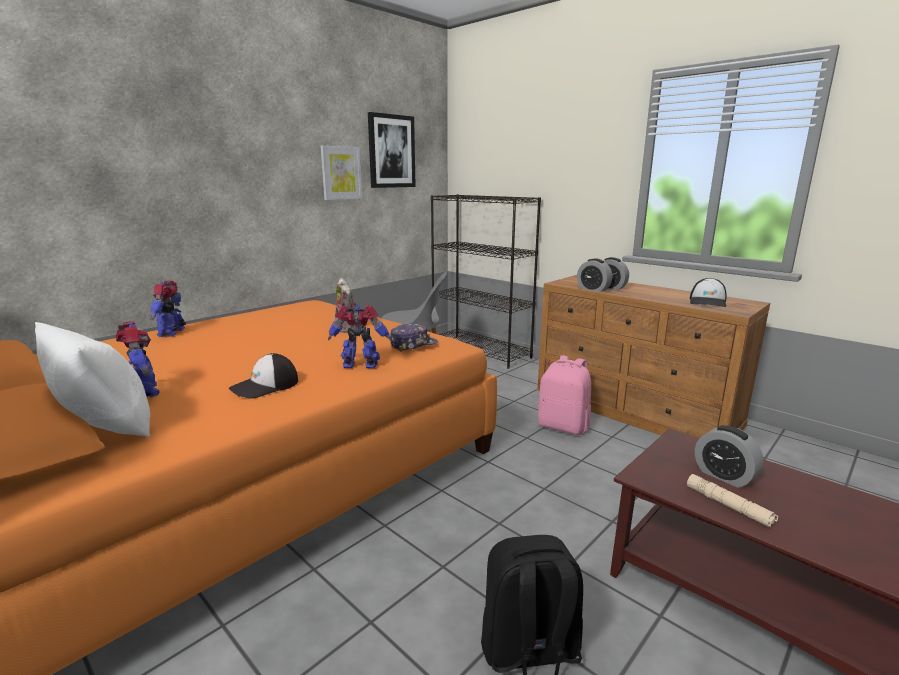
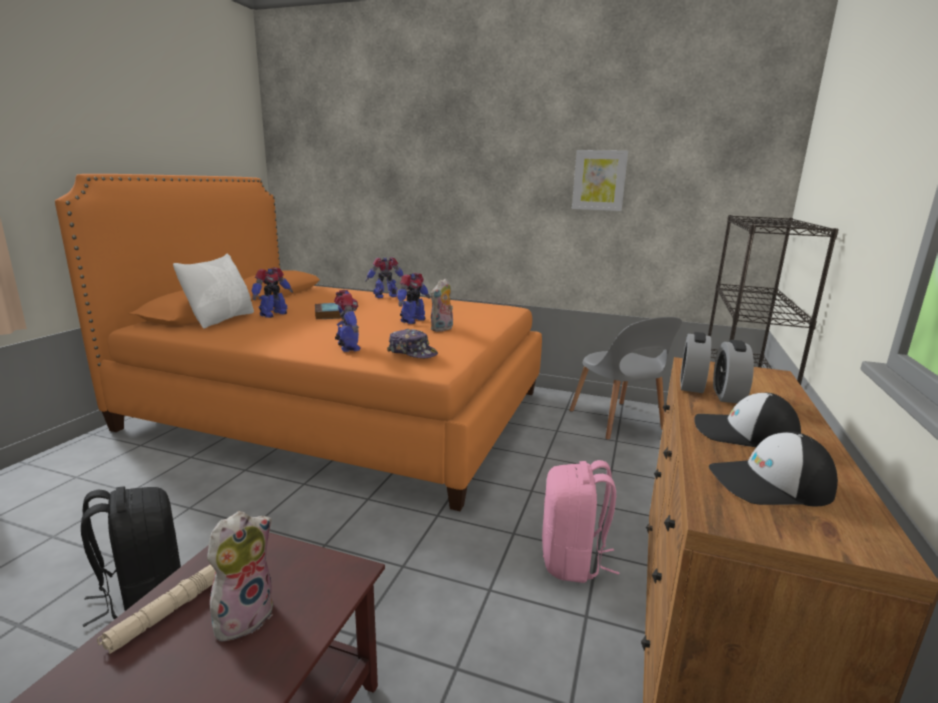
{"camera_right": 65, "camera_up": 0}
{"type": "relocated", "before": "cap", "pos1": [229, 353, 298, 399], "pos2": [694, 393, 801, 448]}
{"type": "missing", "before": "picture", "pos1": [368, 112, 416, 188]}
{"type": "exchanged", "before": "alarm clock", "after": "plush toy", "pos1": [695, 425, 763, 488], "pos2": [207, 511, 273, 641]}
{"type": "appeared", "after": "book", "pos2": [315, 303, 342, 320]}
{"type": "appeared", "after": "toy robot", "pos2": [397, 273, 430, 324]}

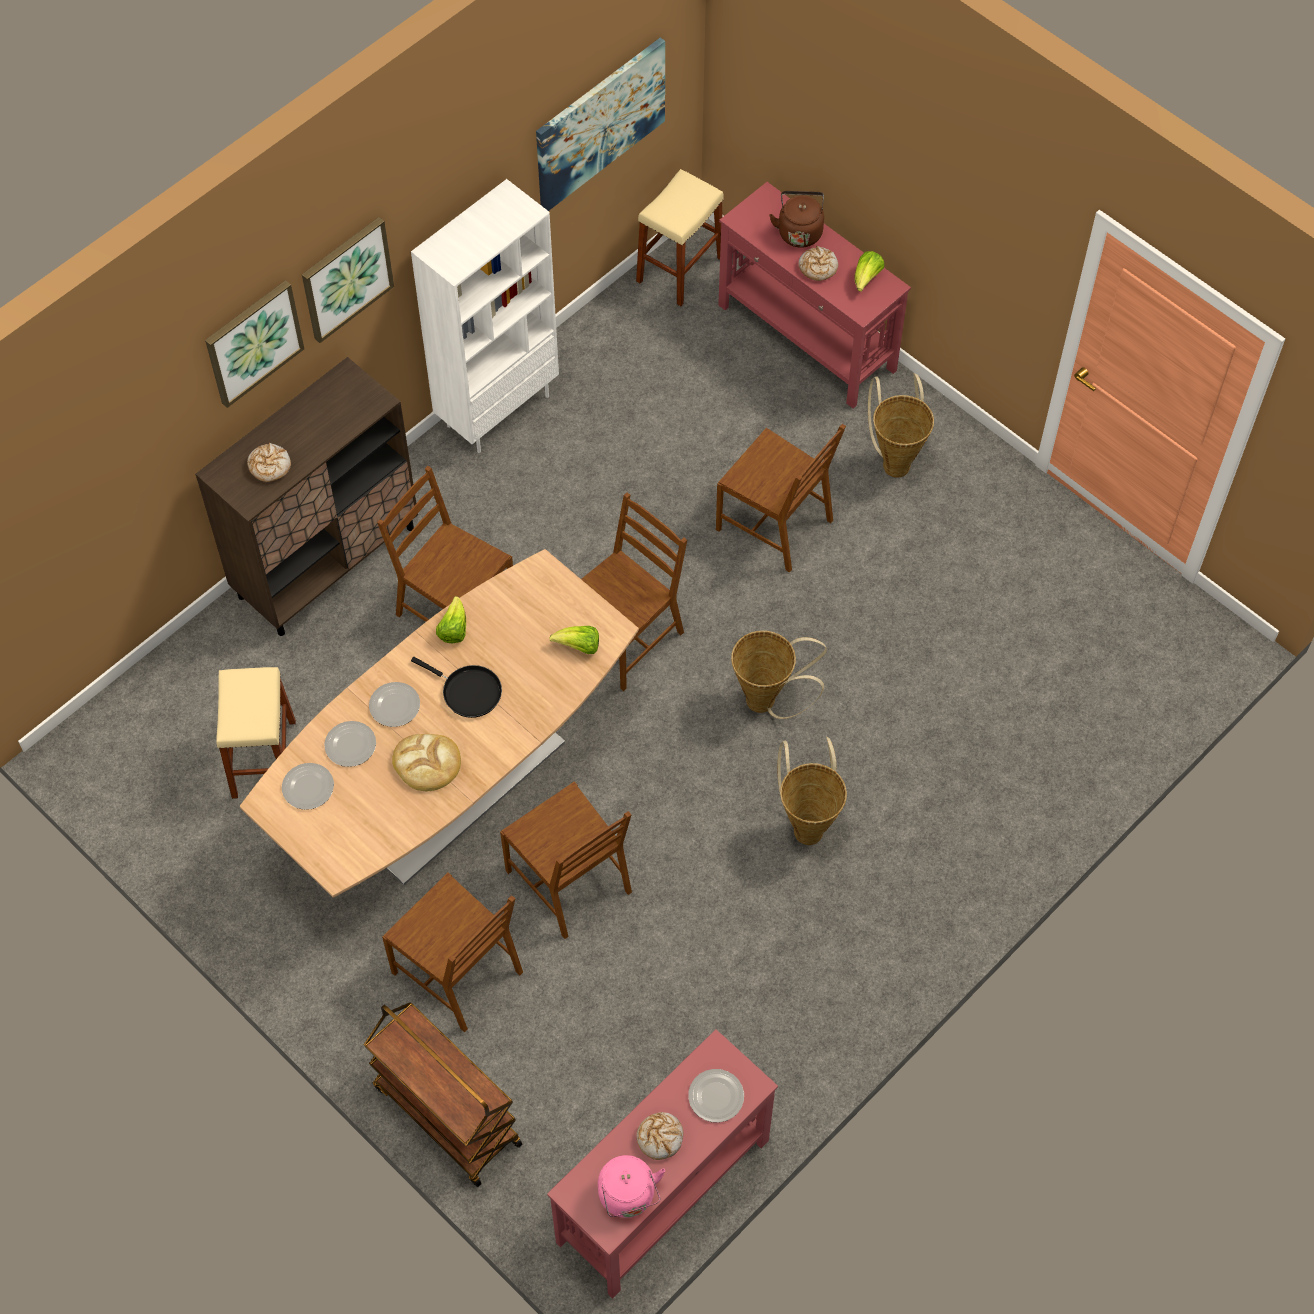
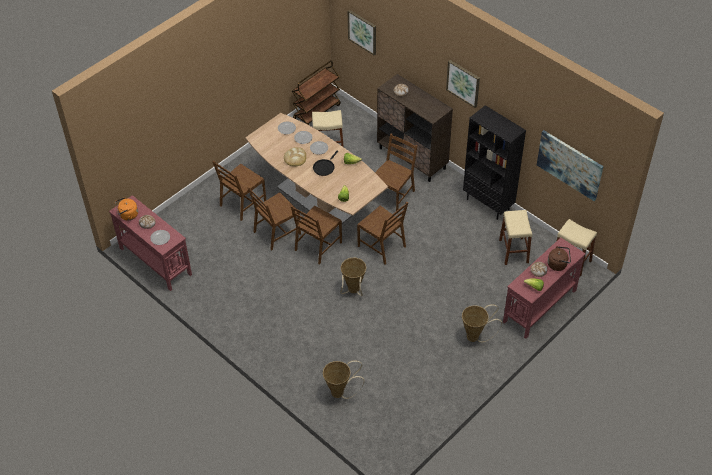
{"camera_right": 90, "camera_up": -10}
{"type": "relocated", "before": "picture", "pos1": [205, 280, 304, 408], "pos2": [348, 10, 376, 55]}
{"type": "relocated", "before": "brown cart", "pos1": [364, 1003, 522, 1187], "pos2": [292, 60, 341, 125]}
{"type": "colour", "before": "white bookcase", "after": "black bookcase", "pos1": [411, 179, 559, 453], "pos2": [463, 105, 526, 220]}
{"type": "colour", "before": "pink kettle", "after": "orange kettle", "pos1": [598, 1155, 665, 1218], "pos2": [115, 197, 138, 220]}
{"type": "relocated", "before": "brown chair", "pos1": [716, 424, 846, 573], "pos2": [291, 205, 342, 265]}
{"type": "relocated", "before": "basket", "pos1": [777, 737, 847, 845], "pos2": [323, 360, 365, 399]}
{"type": "appeared", "after": "beige stool", "pos2": [499, 210, 532, 265]}

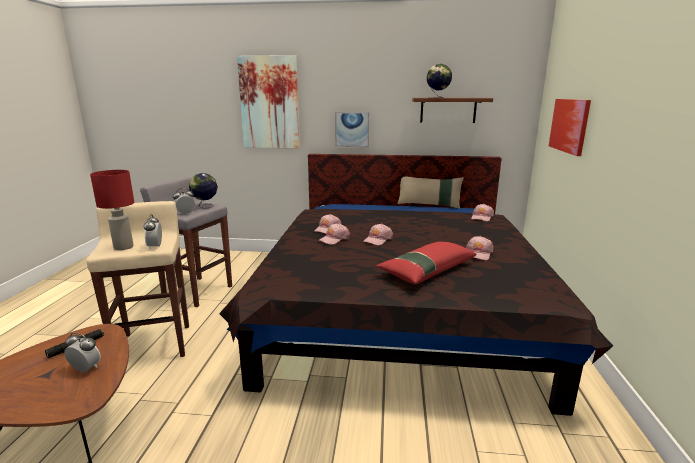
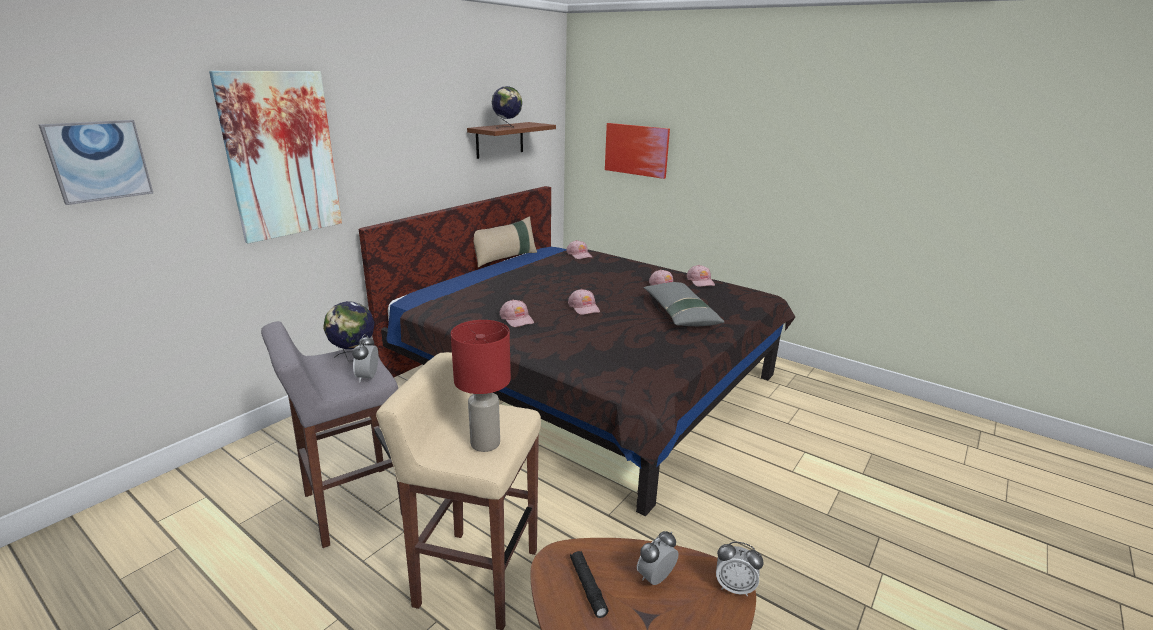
{"camera_right": -60, "camera_up": 5}
{"type": "relocated", "before": "alarm clock", "pos1": [144, 214, 162, 250], "pos2": [716, 542, 764, 596]}
{"type": "relocated", "before": "pink cap", "pos1": [319, 223, 350, 245], "pos2": [687, 265, 715, 287]}
{"type": "relocated", "before": "picture", "pos1": [335, 112, 369, 147], "pos2": [39, 120, 153, 205]}
{"type": "colour", "before": "red pillow", "after": "grey pillow", "pos1": [376, 242, 477, 284], "pos2": [644, 282, 724, 326]}

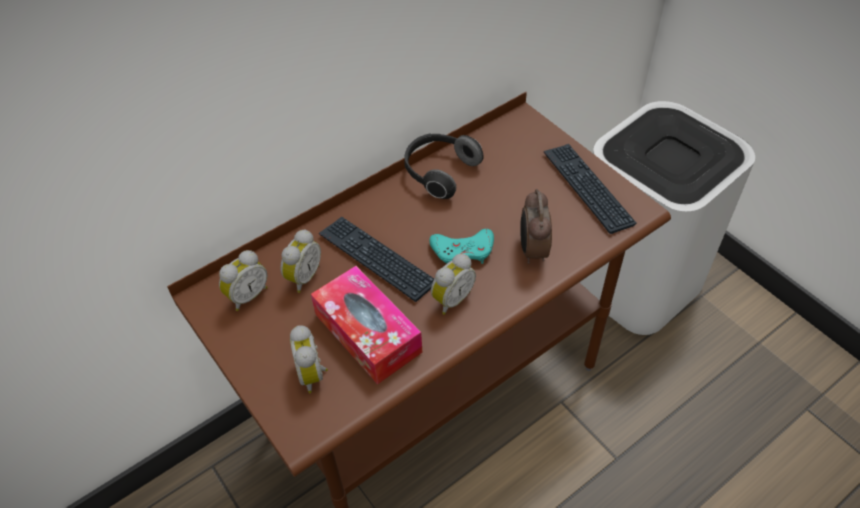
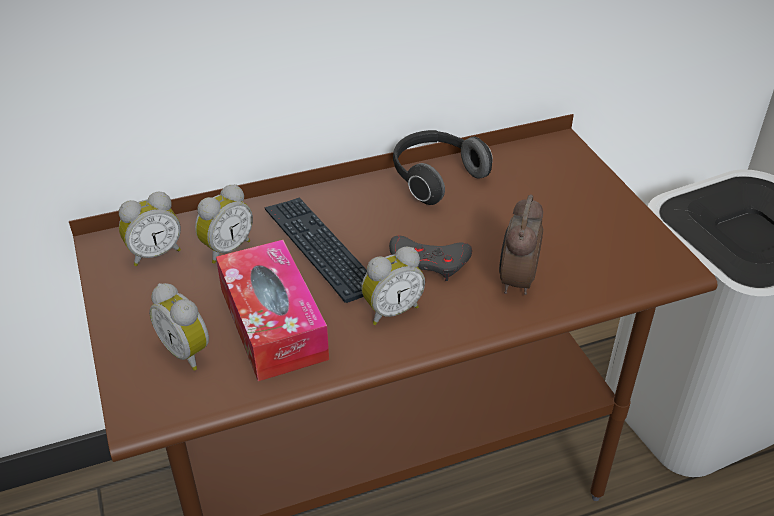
{"camera_right": 15, "camera_up": -10}
{"type": "spun", "before": "alarm clock", "pos1": [290, 325, 328, 393], "pos2": [149, 283, 209, 371], "turn": -45}
{"type": "colour", "before": "turquoise game controller", "after": "grey game controller", "pos1": [429, 229, 494, 264], "pos2": [389, 236, 472, 281]}
{"type": "missing", "before": "keyboard", "pos1": [544, 144, 636, 234]}

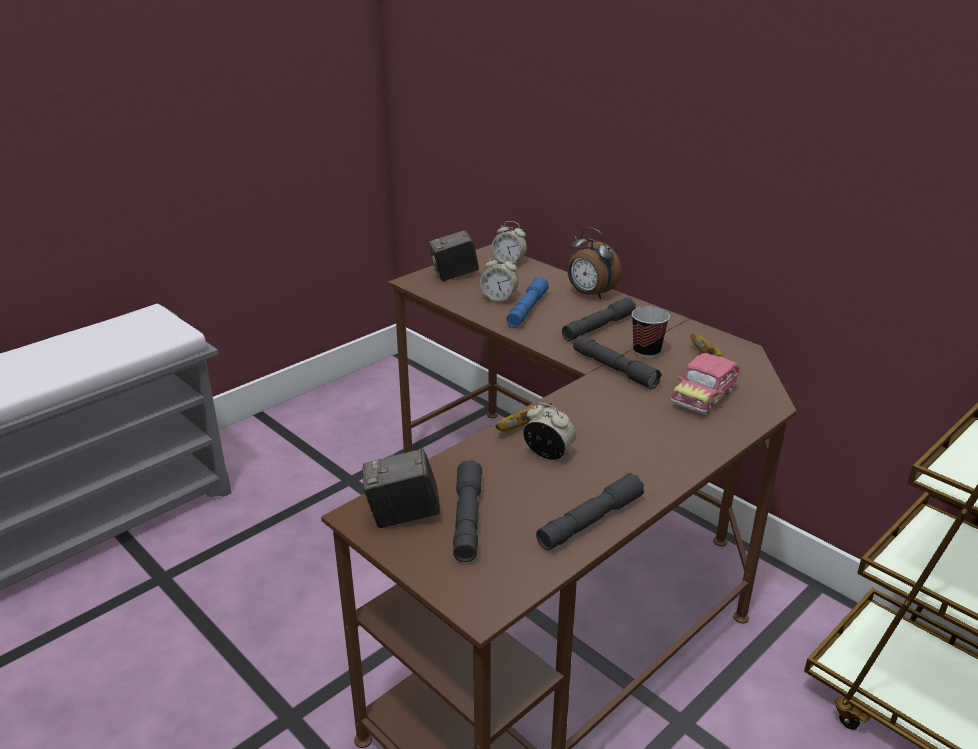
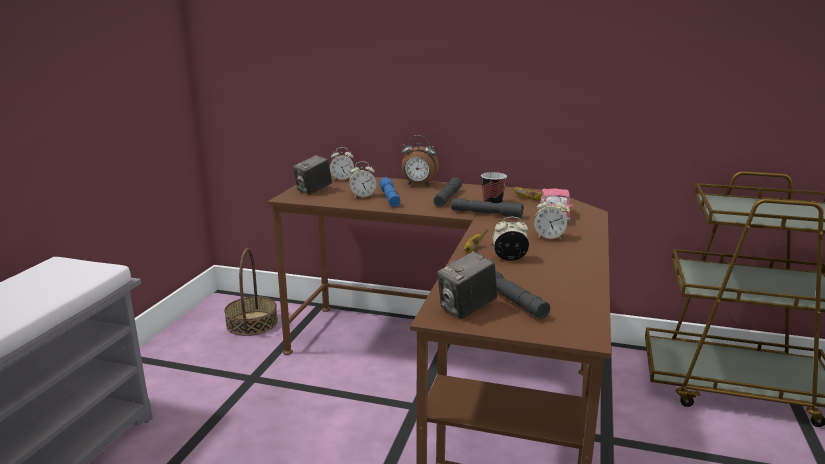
{"camera_right": -30, "camera_up": -10}
{"type": "missing", "before": "grey flashlight", "pos1": [536, 473, 644, 550]}
{"type": "appeared", "after": "basket", "pos2": [224, 248, 278, 336]}
{"type": "appeared", "after": "alarm clock", "pos2": [534, 196, 567, 239]}

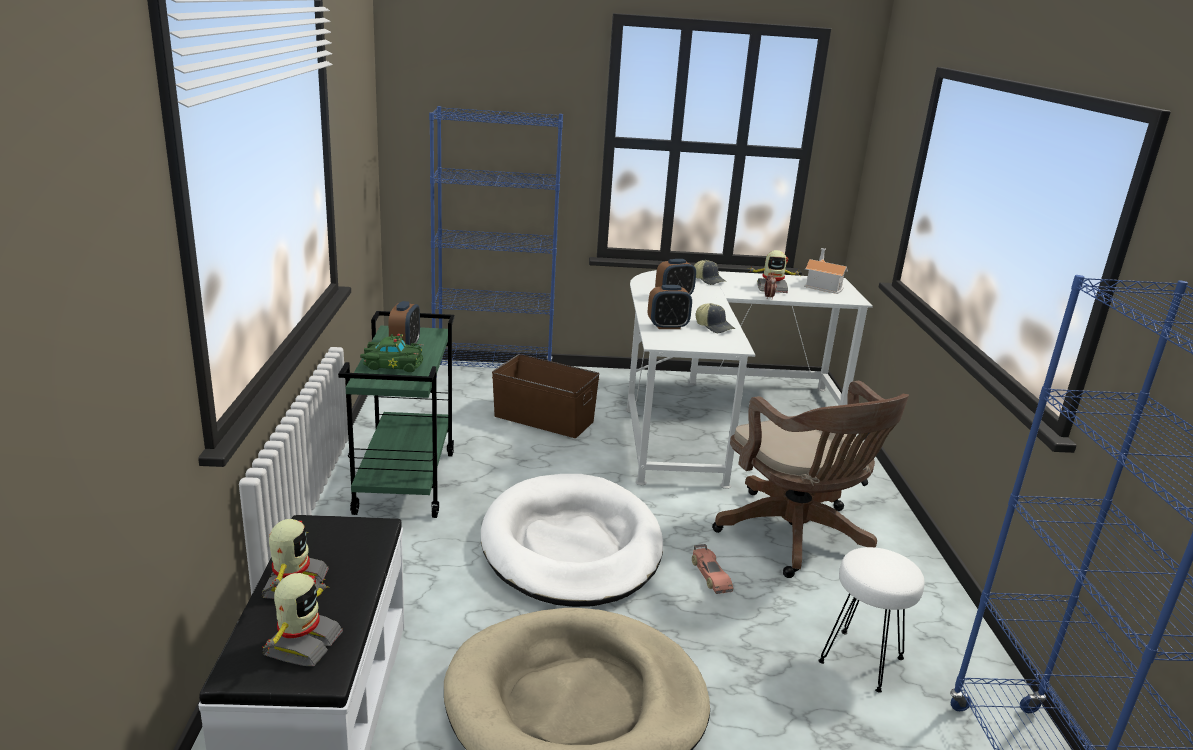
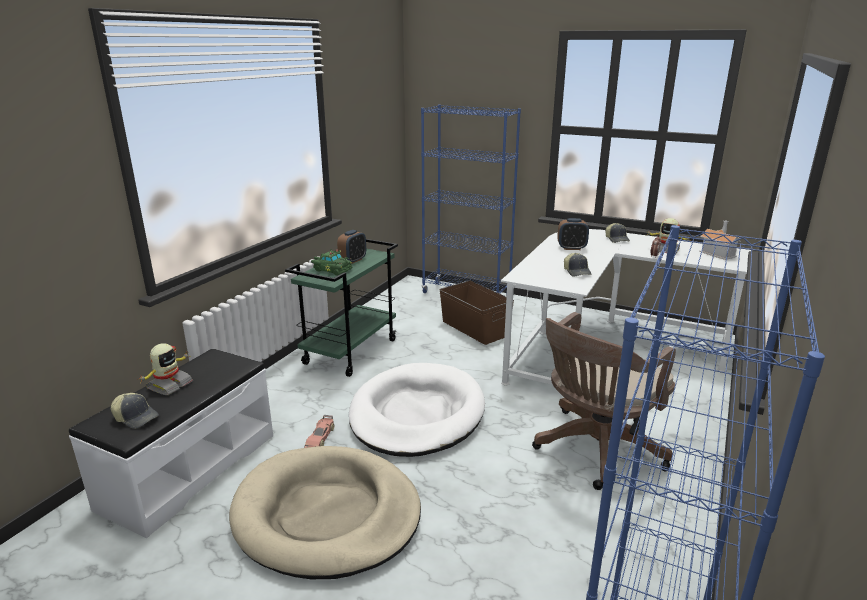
{"camera_right": 30, "camera_up": 0}
{"type": "exchanged", "before": "toy robot", "after": "cap", "pos1": [262, 573, 343, 666], "pos2": [111, 393, 159, 429]}
{"type": "missing", "before": "alarm clock", "pos1": [648, 285, 692, 329]}
{"type": "relocated", "before": "toy car", "pos1": [692, 544, 733, 594], "pos2": [304, 415, 334, 448]}
{"type": "spun", "before": "brown office chair", "pos1": [712, 381, 909, 578], "pos2": [532, 312, 676, 490], "turn": 45}
{"type": "missing", "before": "white stool", "pos1": [818, 547, 925, 693]}

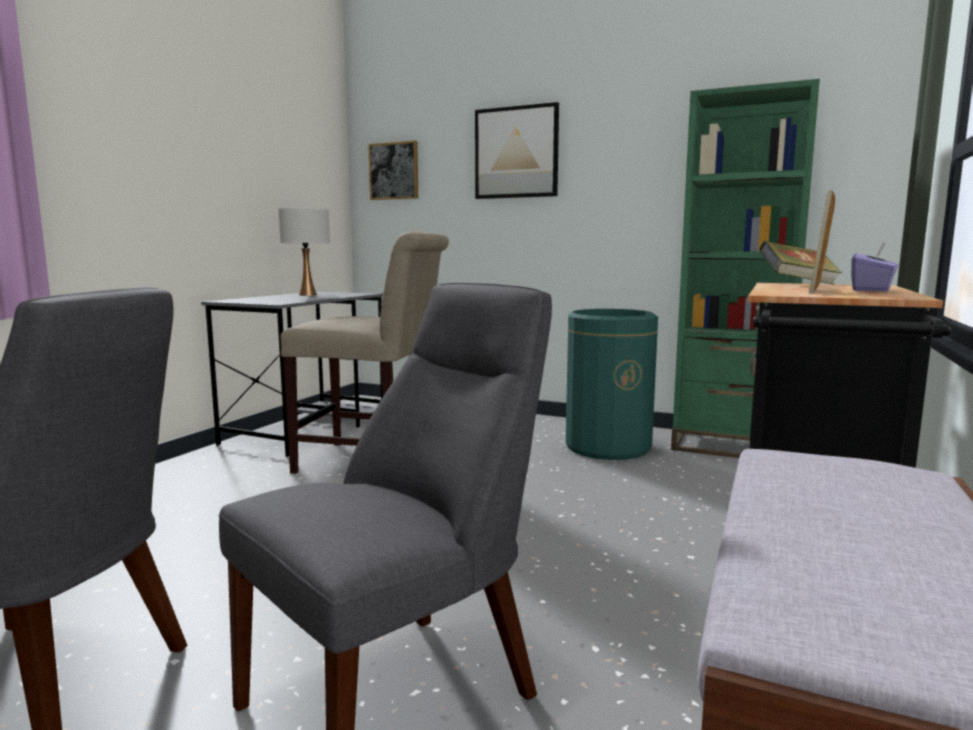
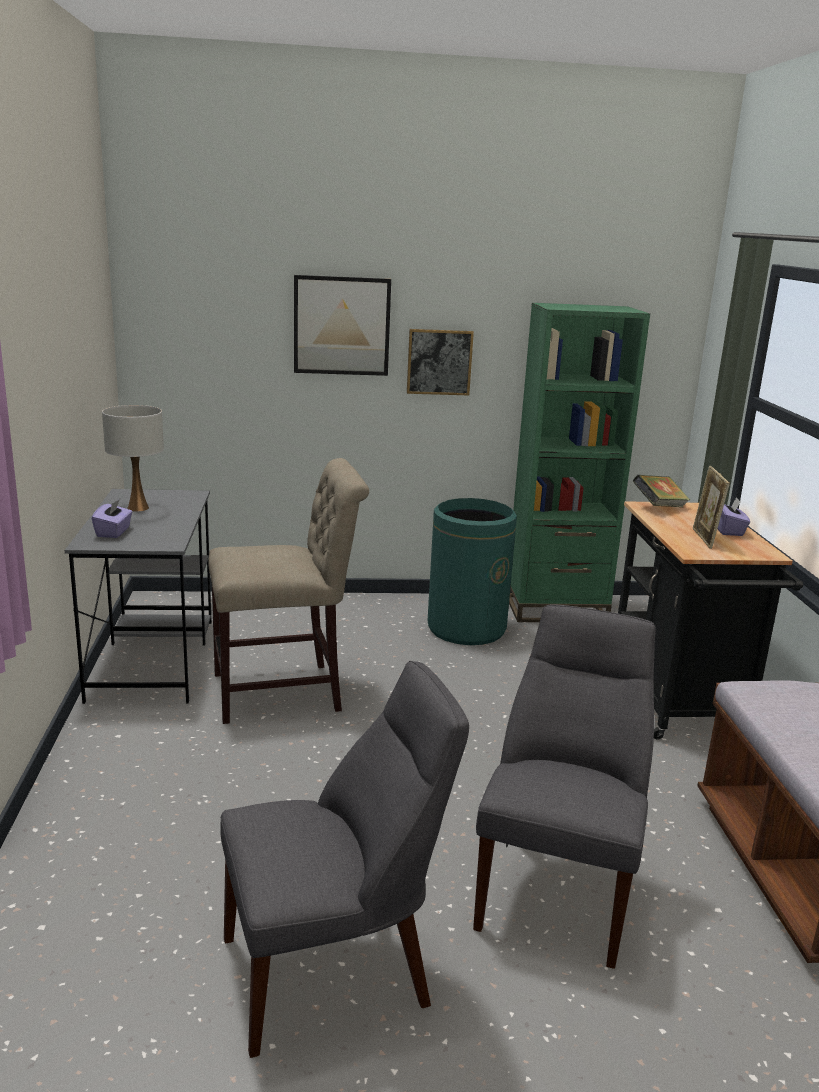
{"camera_right": -30, "camera_up": 10}
{"type": "relocated", "before": "picture", "pos1": [368, 141, 418, 200], "pos2": [407, 329, 474, 395]}
{"type": "appeared", "after": "purple tissue box", "pos2": [92, 499, 133, 538]}

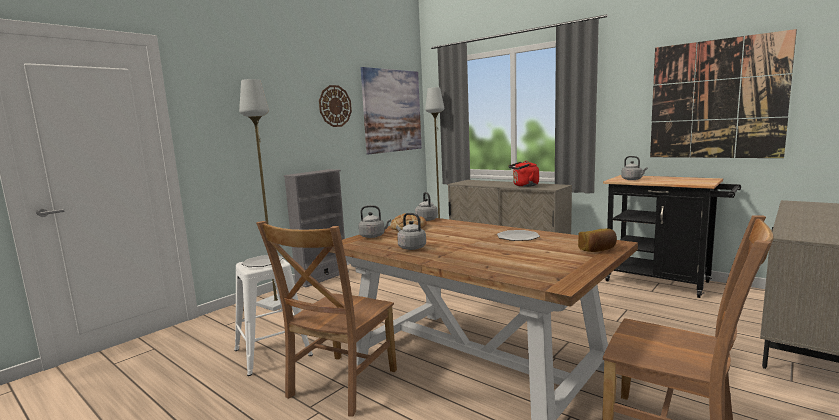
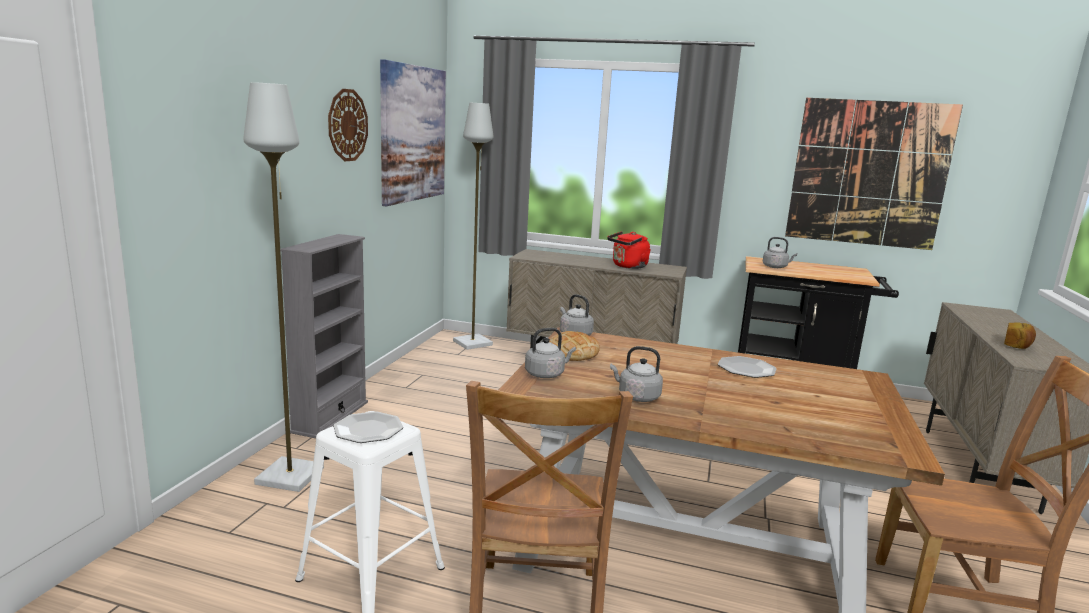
{"camera_right": -25, "camera_up": 5}
{"type": "relocated", "before": "bread", "pos1": [578, 228, 617, 252], "pos2": [1004, 322, 1036, 349]}

